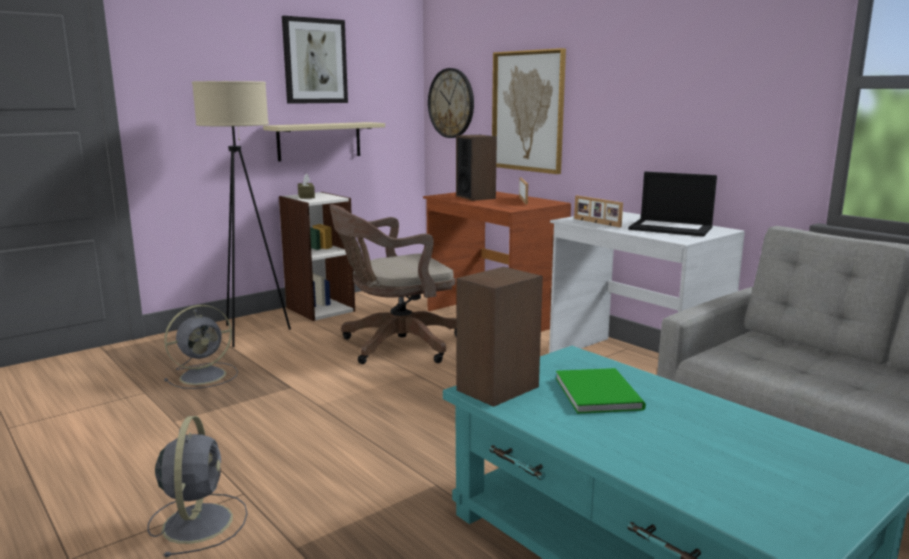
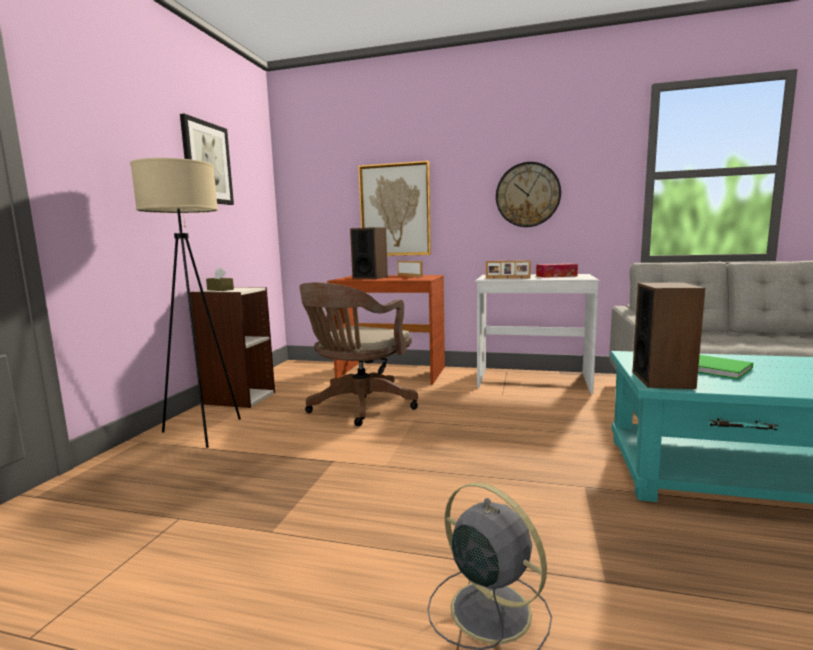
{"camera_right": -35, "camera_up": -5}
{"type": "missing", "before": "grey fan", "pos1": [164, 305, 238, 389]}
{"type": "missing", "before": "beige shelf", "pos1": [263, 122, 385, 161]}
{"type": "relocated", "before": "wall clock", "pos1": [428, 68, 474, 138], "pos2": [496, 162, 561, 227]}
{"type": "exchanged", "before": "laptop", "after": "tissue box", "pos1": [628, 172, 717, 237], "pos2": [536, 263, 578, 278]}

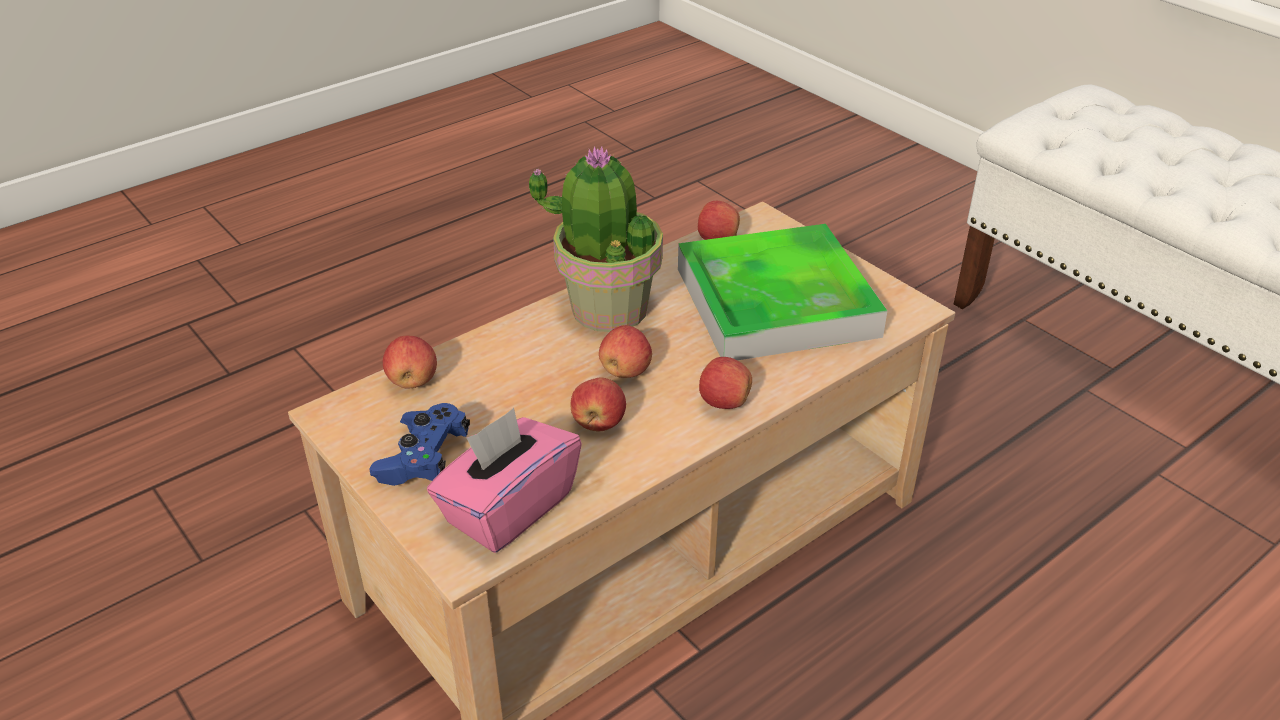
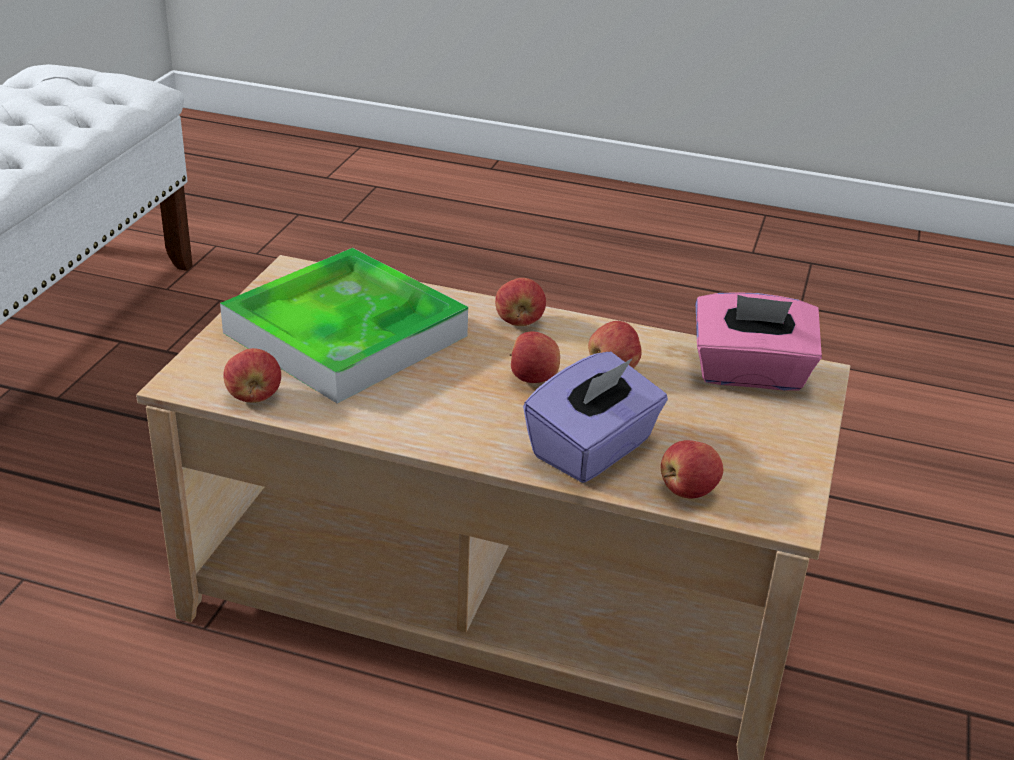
{"camera_right": -125, "camera_up": -5}
{"type": "missing", "before": "blue game controller", "pos1": [369, 403, 470, 486]}
{"type": "missing", "before": "potted plant", "pos1": [528, 146, 663, 332]}
{"type": "appeared", "after": "purple tissue box", "pos2": [523, 352, 668, 483]}

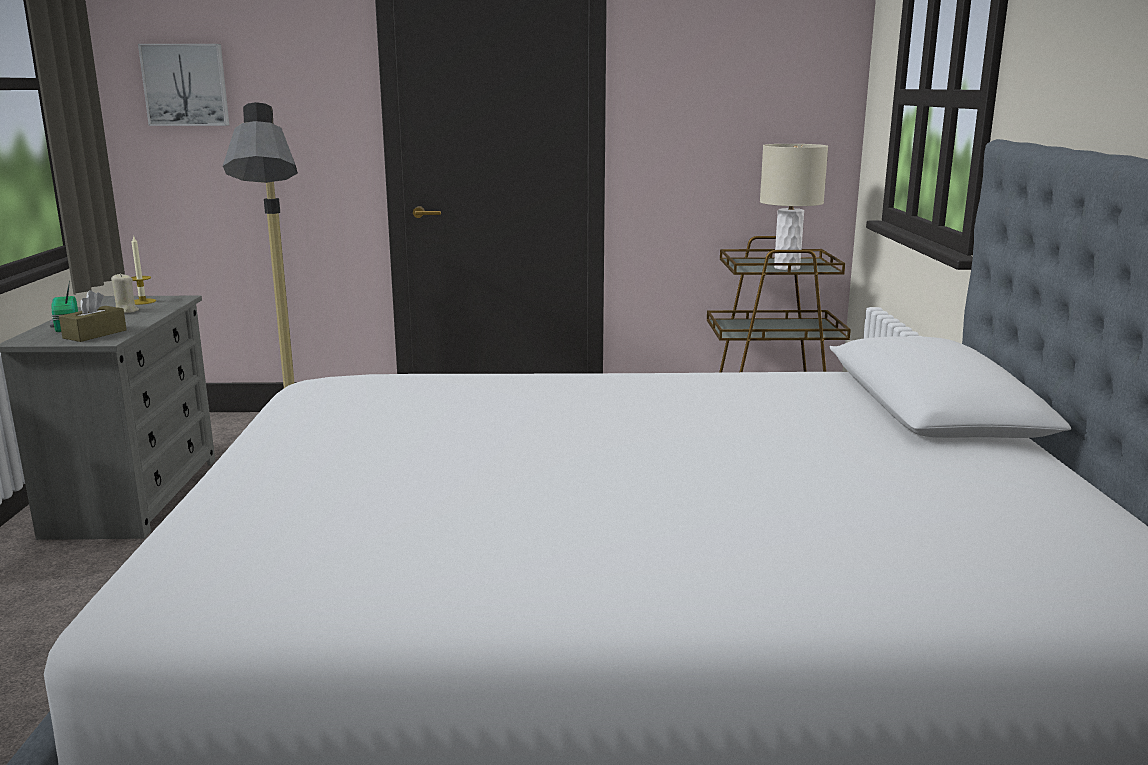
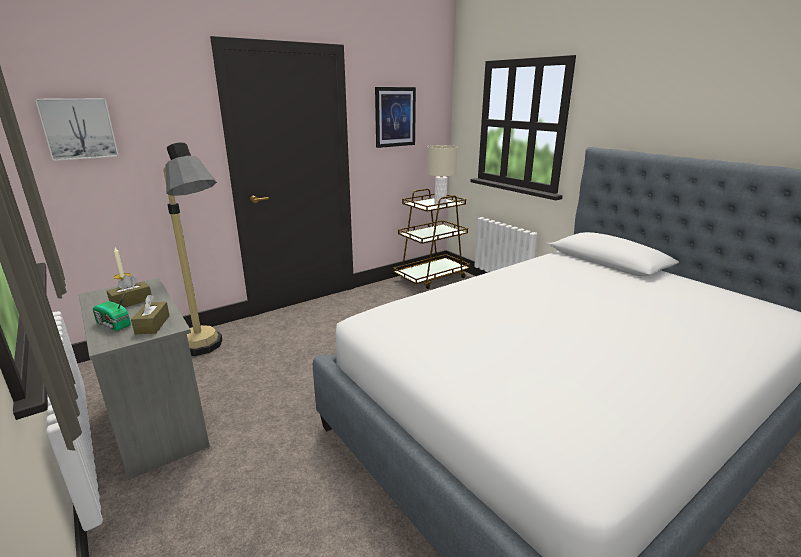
{"camera_right": -35, "camera_up": 5}
{"type": "exchanged", "before": "beige candle", "after": "brown tissue box", "pos1": [111, 273, 139, 313], "pos2": [107, 275, 152, 307]}
{"type": "appeared", "after": "picture", "pos2": [375, 87, 416, 148]}

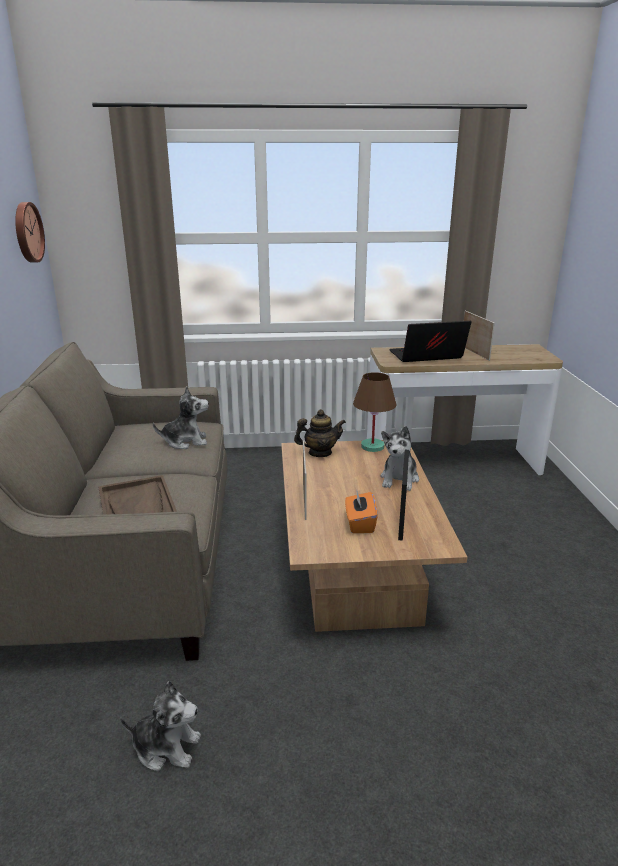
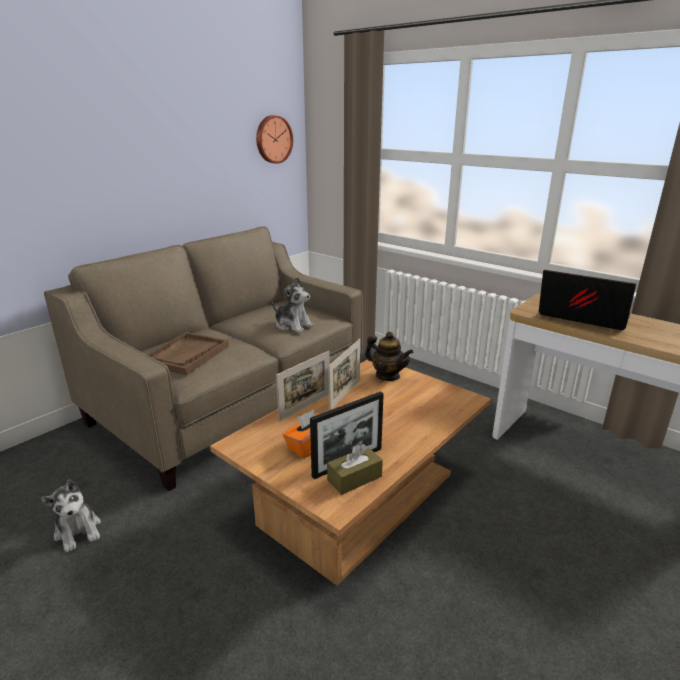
{"camera_right": 45, "camera_up": 0}
{"type": "missing", "before": "brown table lamp", "pos1": [353, 372, 396, 452]}
{"type": "missing", "before": "plush toy", "pos1": [380, 426, 419, 491]}
{"type": "relocated", "before": "picture frame", "pos1": [464, 310, 495, 361], "pos2": [329, 339, 360, 410]}
{"type": "appeared", "after": "brown tissue box", "pos2": [327, 444, 383, 495]}

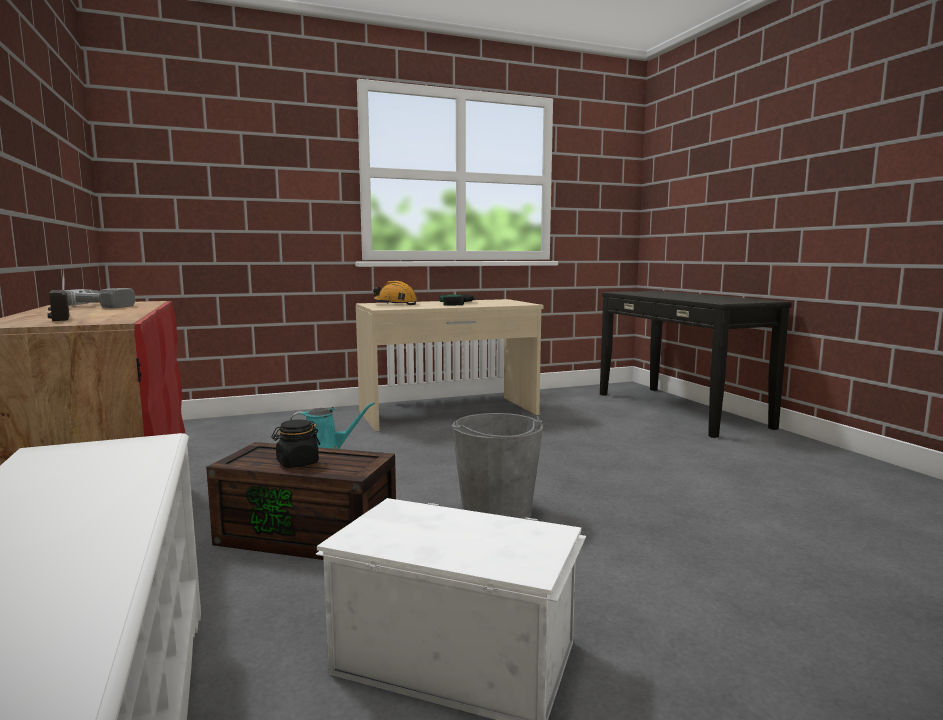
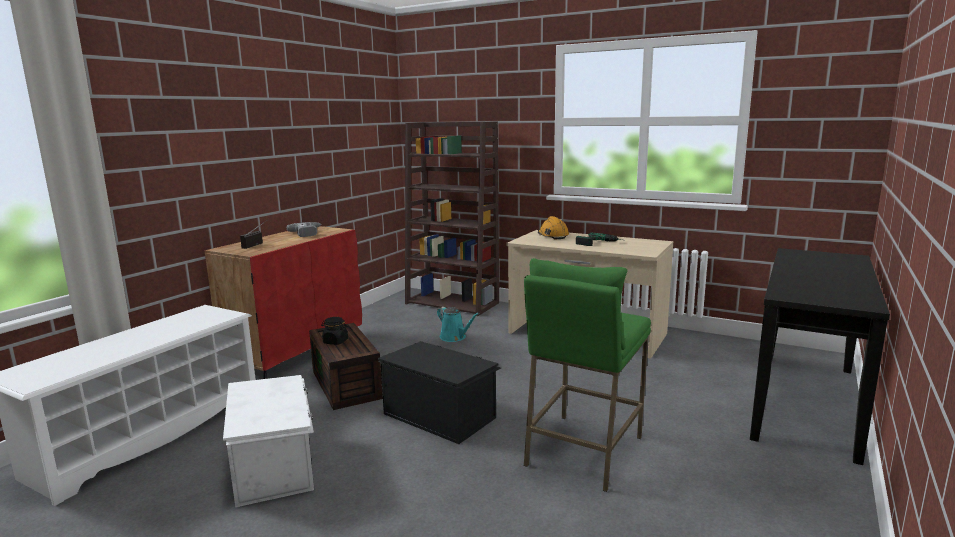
{"camera_right": 50, "camera_up": 5}
{"type": "exchanged", "before": "grey bucket", "after": "black storage box", "pos1": [452, 413, 543, 519], "pos2": [378, 341, 501, 444]}
{"type": "appeared", "after": "brown bookcase", "pos2": [405, 121, 499, 316]}
{"type": "appeared", "after": "green stool", "pos2": [524, 258, 651, 492]}

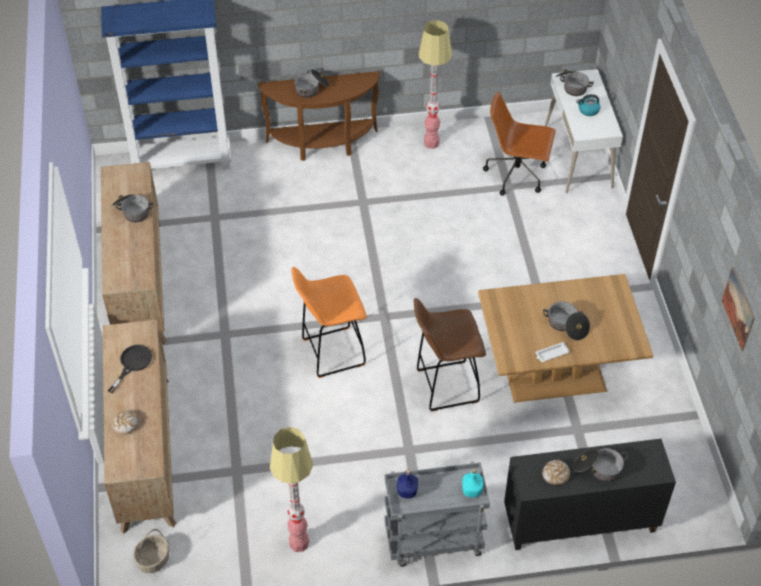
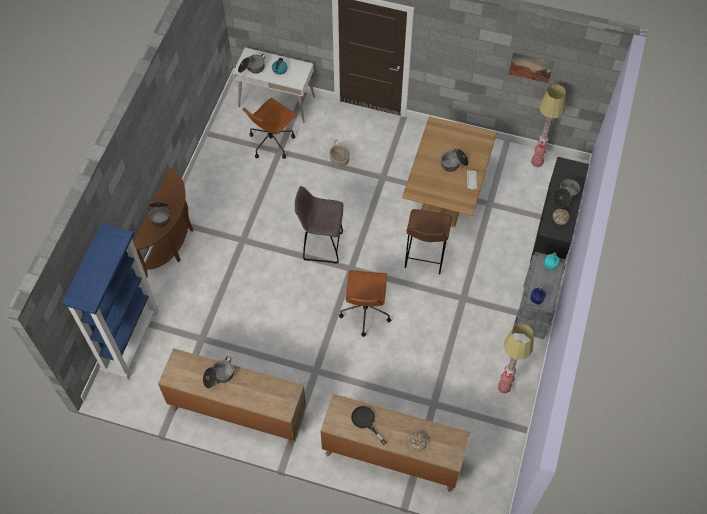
{"camera_right": -65, "camera_up": 10}
{"type": "relocated", "before": "basket", "pos1": [133, 529, 169, 573], "pos2": [329, 140, 350, 167]}
{"type": "exchanged", "before": "orange stool", "after": "brown office chair", "pos1": [291, 267, 367, 378], "pos2": [339, 270, 391, 337]}
{"type": "relocated", "before": "floor lamp", "pos1": [418, 20, 452, 149], "pos2": [531, 84, 566, 167]}
{"type": "appeared", "after": "grey stool", "pos2": [295, 186, 343, 264]}

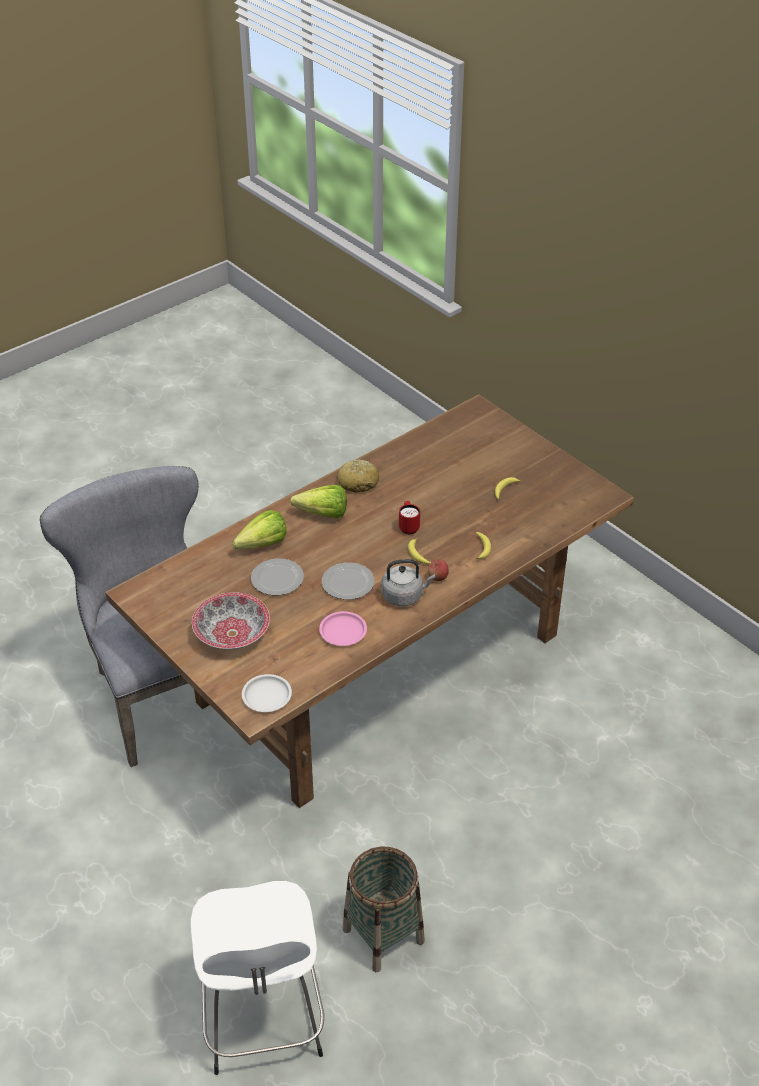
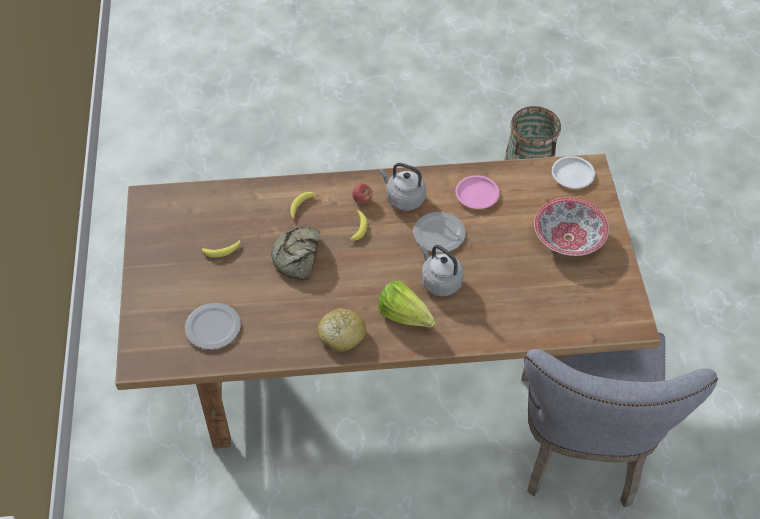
{"camera_right": -145, "camera_up": 10}
{"type": "missing", "before": "white stool", "pos1": [190, 881, 324, 1075]}
{"type": "missing", "before": "lettuce", "pos1": [233, 510, 287, 549]}
{"type": "relocated", "before": "plate", "pos1": [251, 559, 304, 595], "pos2": [185, 303, 241, 350]}
{"type": "missing", "before": "red mug", "pos1": [399, 501, 420, 534]}
{"type": "appeared", "after": "bread", "pos2": [271, 226, 320, 280]}
{"type": "appeared", "after": "grey kettle", "pos2": [420, 245, 464, 296]}

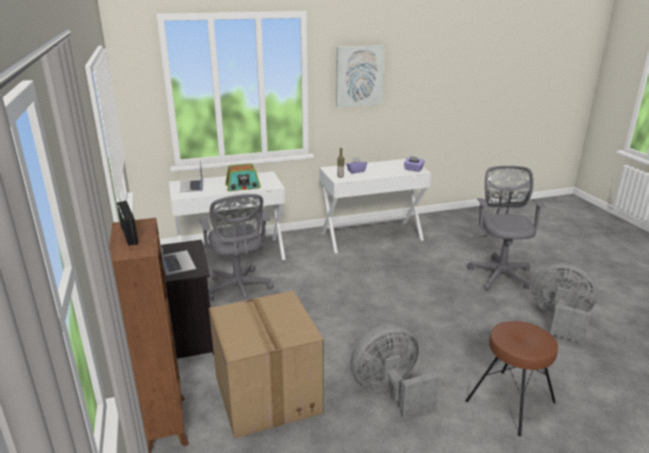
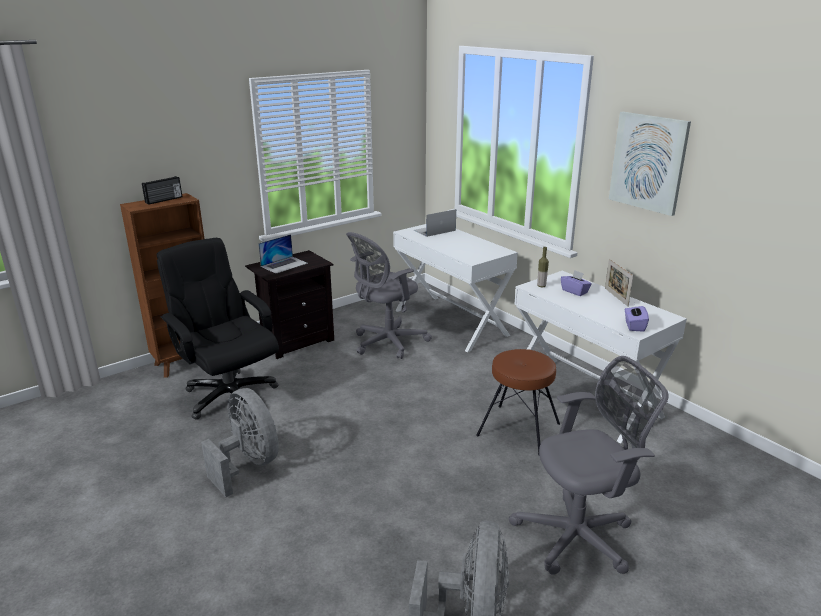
{"camera_right": 70, "camera_up": 0}
{"type": "exchanged", "before": "cardboard box", "after": "black office chair", "pos1": [209, 291, 324, 439], "pos2": [157, 238, 279, 420]}
{"type": "missing", "before": "radio", "pos1": [225, 163, 261, 191]}
{"type": "relocated", "before": "brown stool", "pos1": [465, 321, 558, 436], "pos2": [476, 349, 560, 455]}
{"type": "appeared", "after": "picture frame", "pos2": [605, 259, 633, 307]}

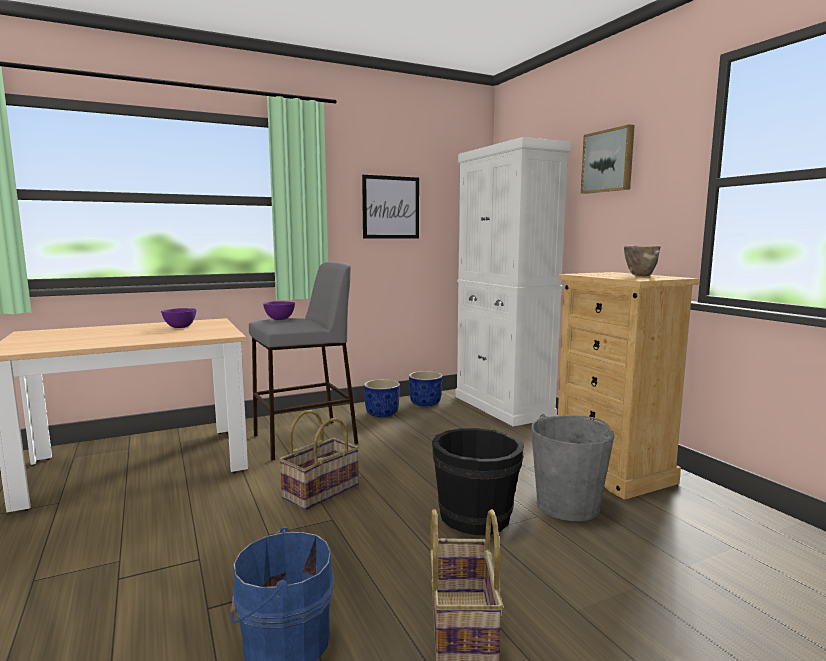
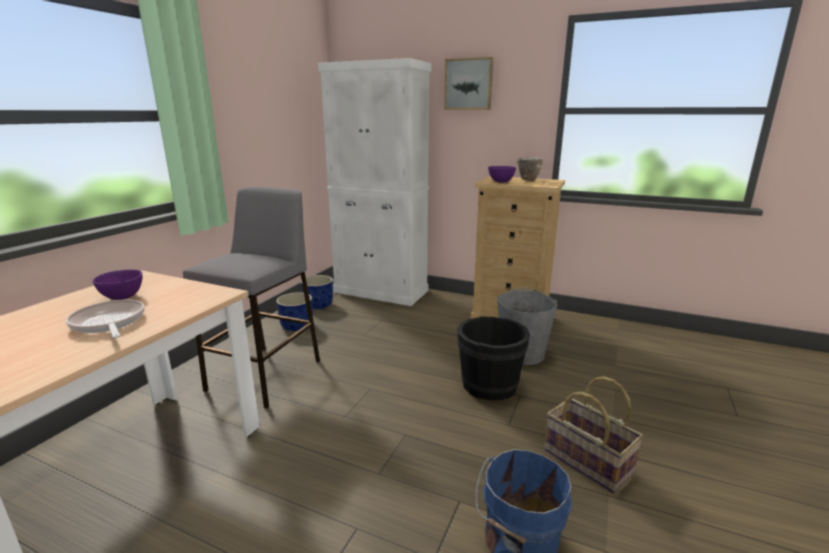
{"camera_right": -40, "camera_up": 10}
{"type": "relocated", "before": "purple bowl", "pos1": [263, 301, 295, 320], "pos2": [488, 166, 516, 182]}
{"type": "missing", "before": "basket", "pos1": [279, 410, 359, 510]}
{"type": "missing", "before": "picture", "pos1": [362, 175, 419, 238]}
{"type": "appeared", "after": "frying pan", "pos2": [66, 300, 145, 338]}

